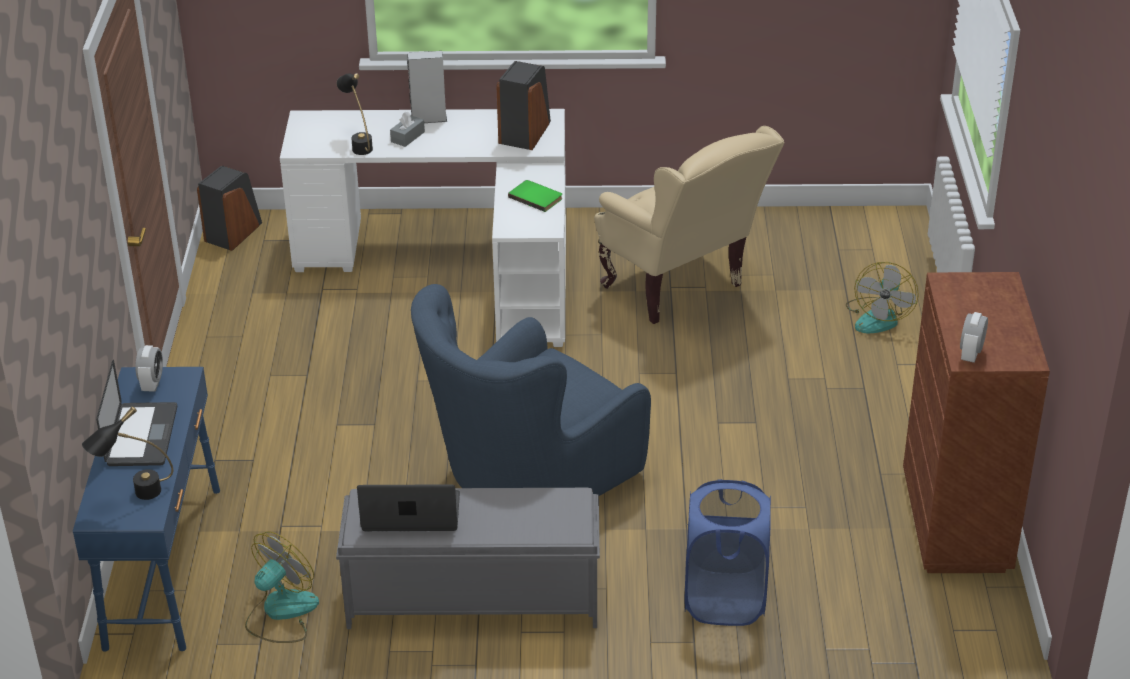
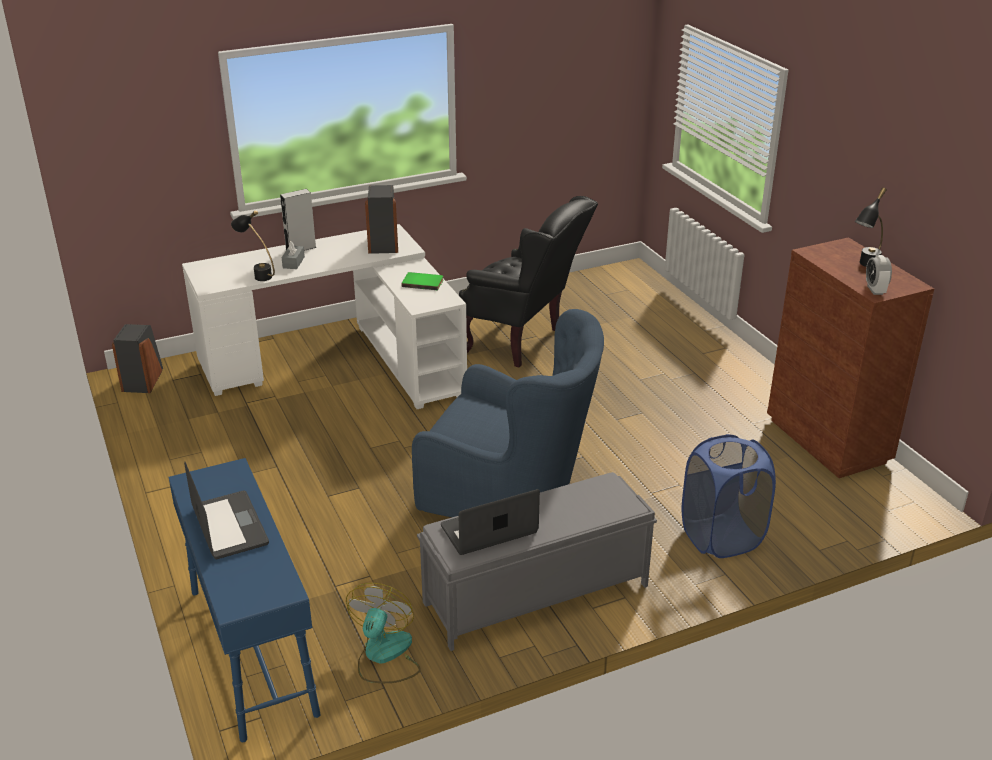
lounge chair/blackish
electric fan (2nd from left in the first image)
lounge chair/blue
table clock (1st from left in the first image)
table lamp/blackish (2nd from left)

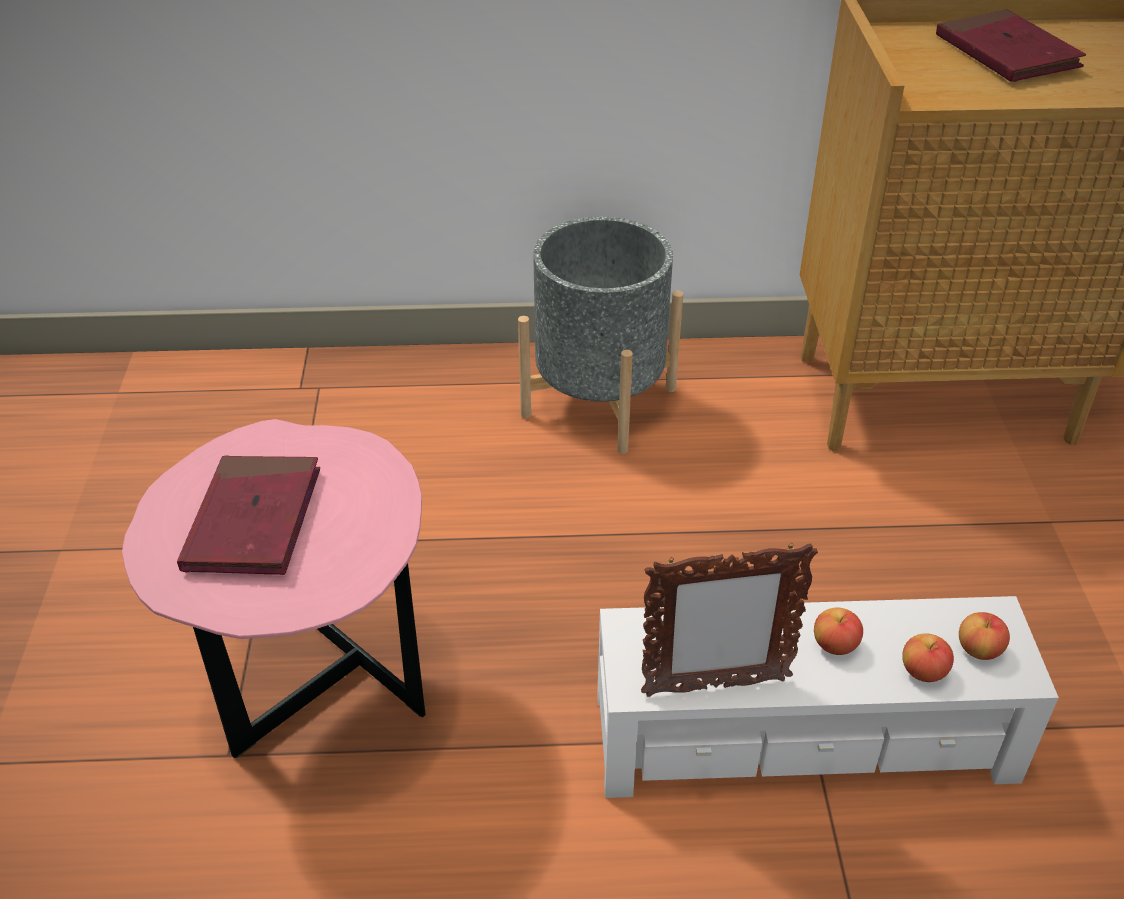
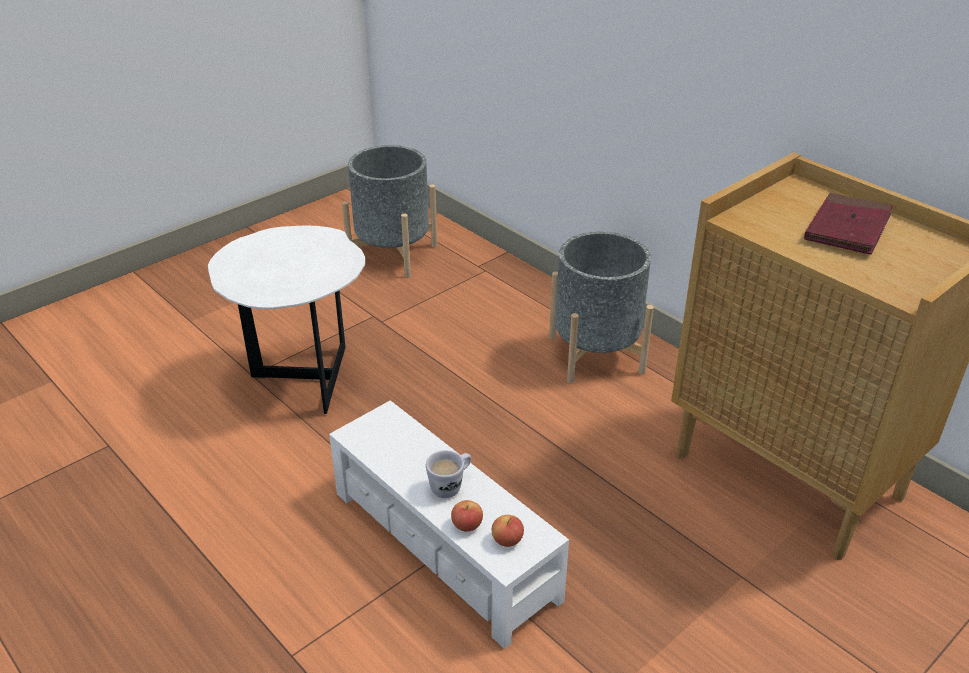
end table/whitish
volume/red (1st from left in the first image)
picture frame
coffee mug/whitish
planter/gray (1st from left)

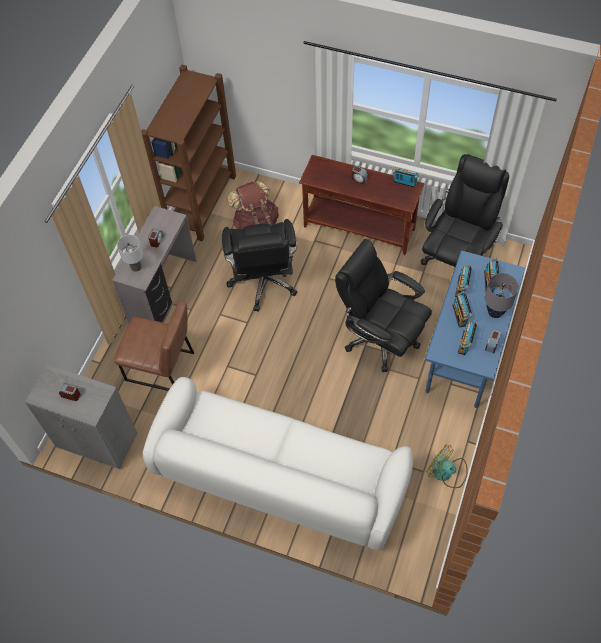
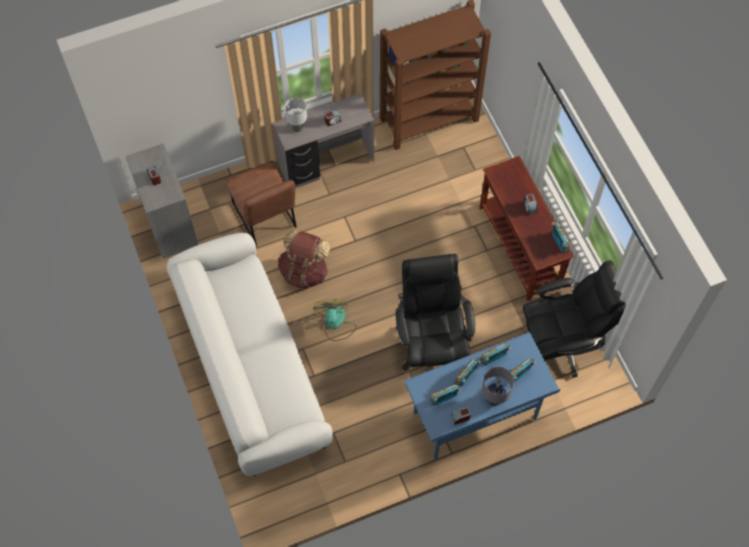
knapsack/brown-coloured
computer chair/blackish (1st from left in the first image)
electric fan

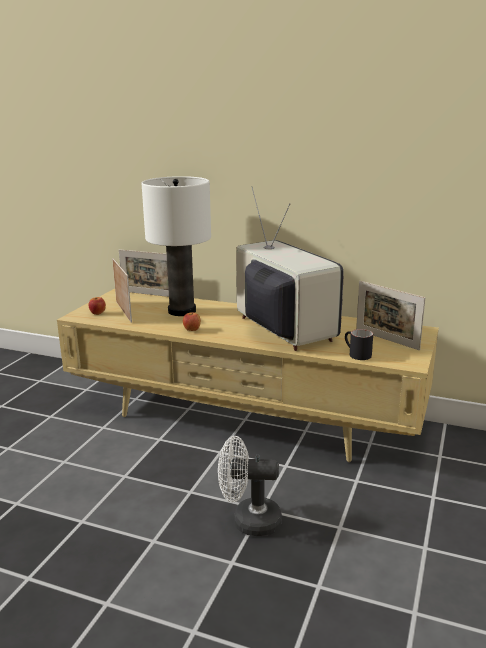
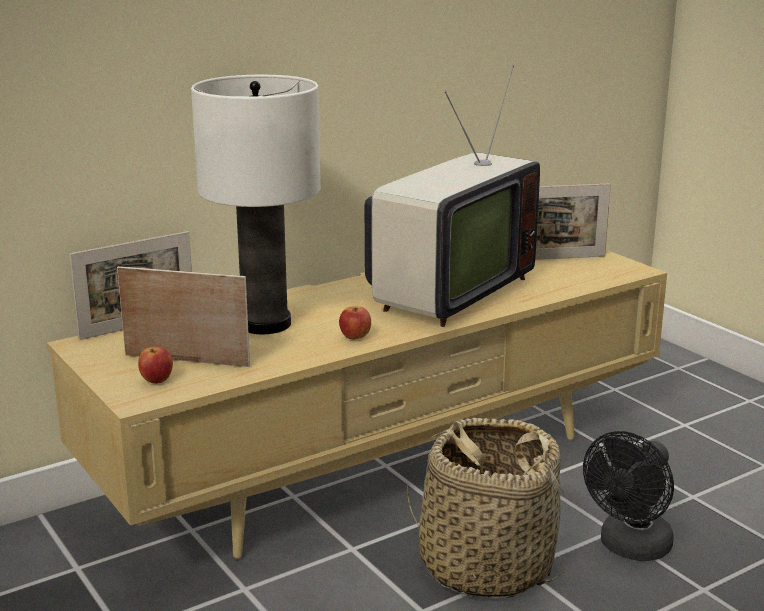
TV
coffee mug/blackish
electric fan/blackish
storage basket

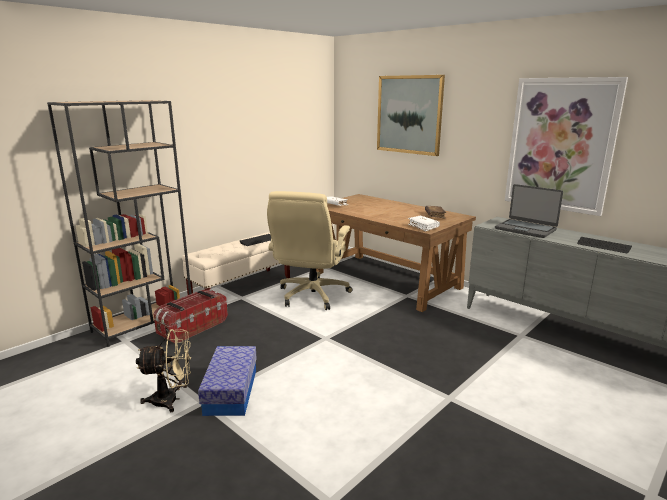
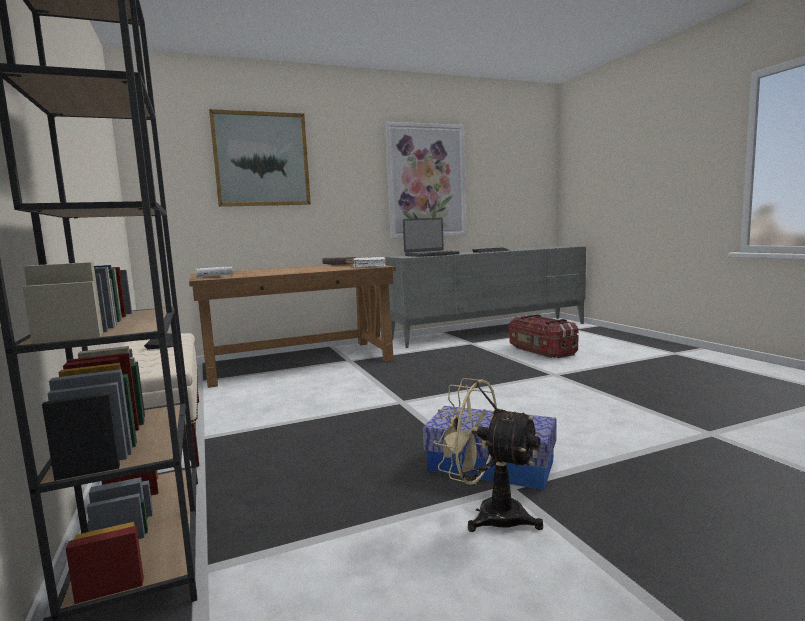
computer chair/beige
storage bin (2nd from left)
electric fan/beige

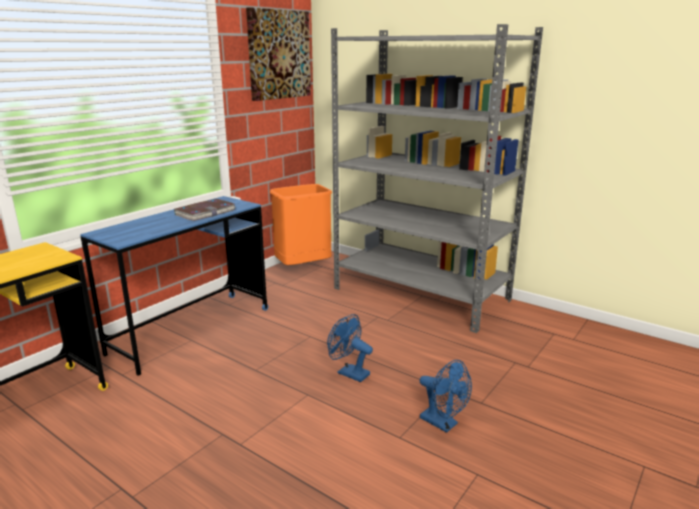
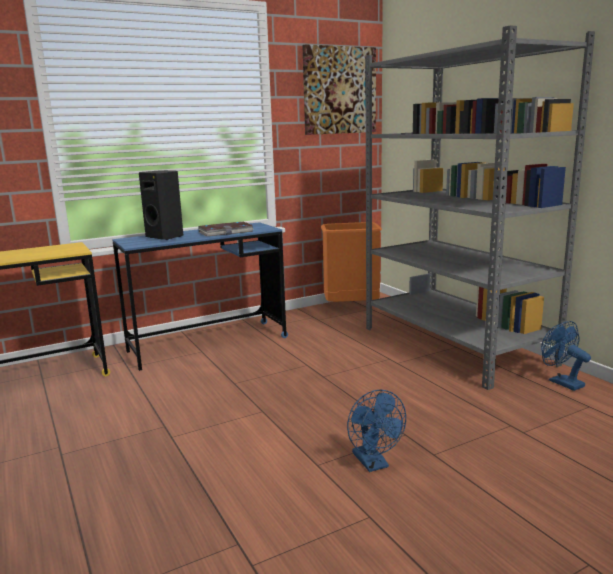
electric fan/blue (2nd from left)
loudspeaker/blackish

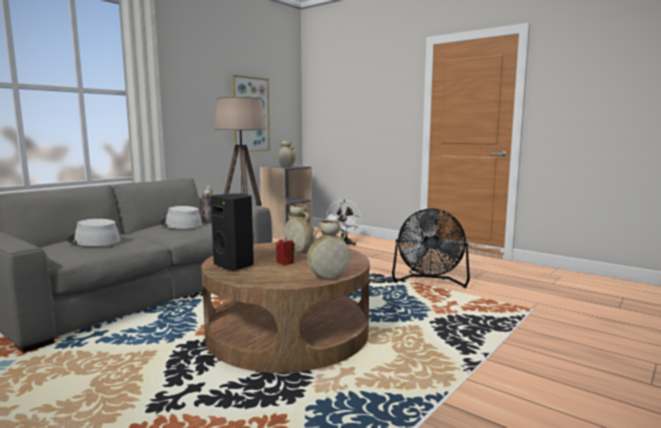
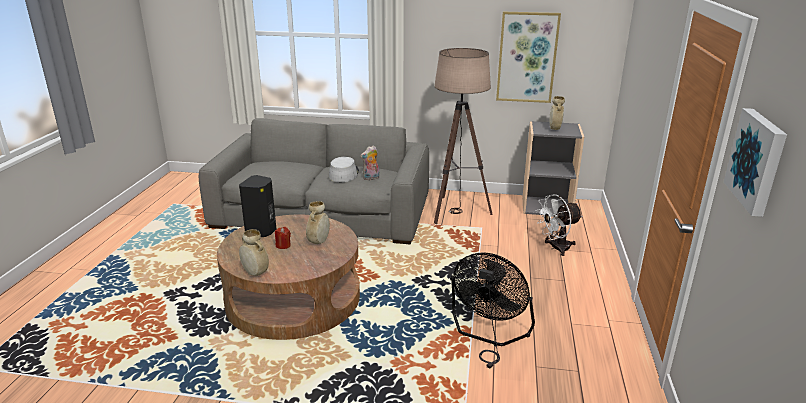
electric fan/blackish
clothing hat/gray (1st from left in the first image)
picture (2nd from left)

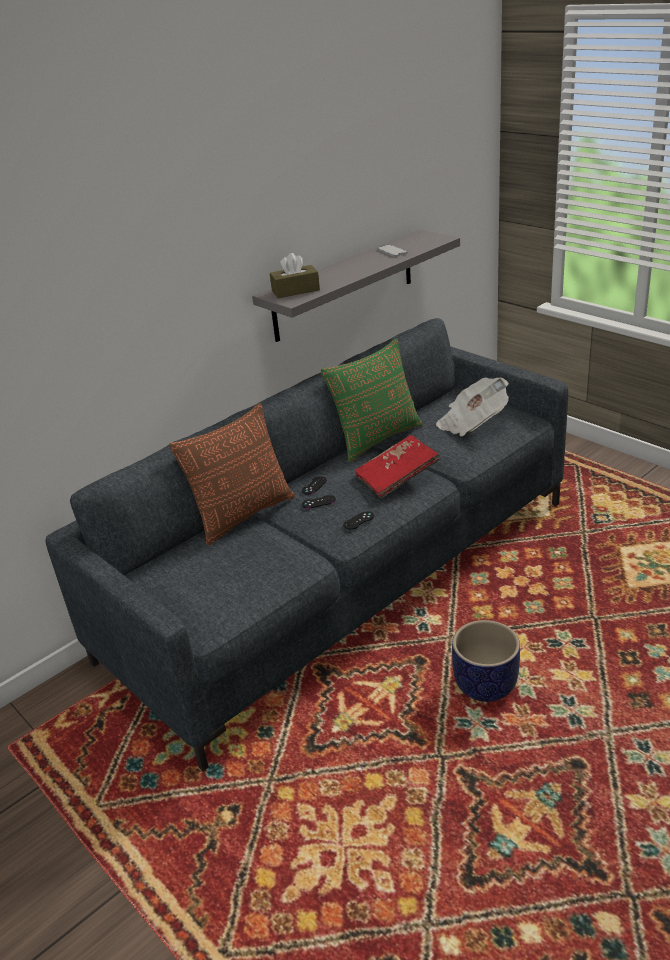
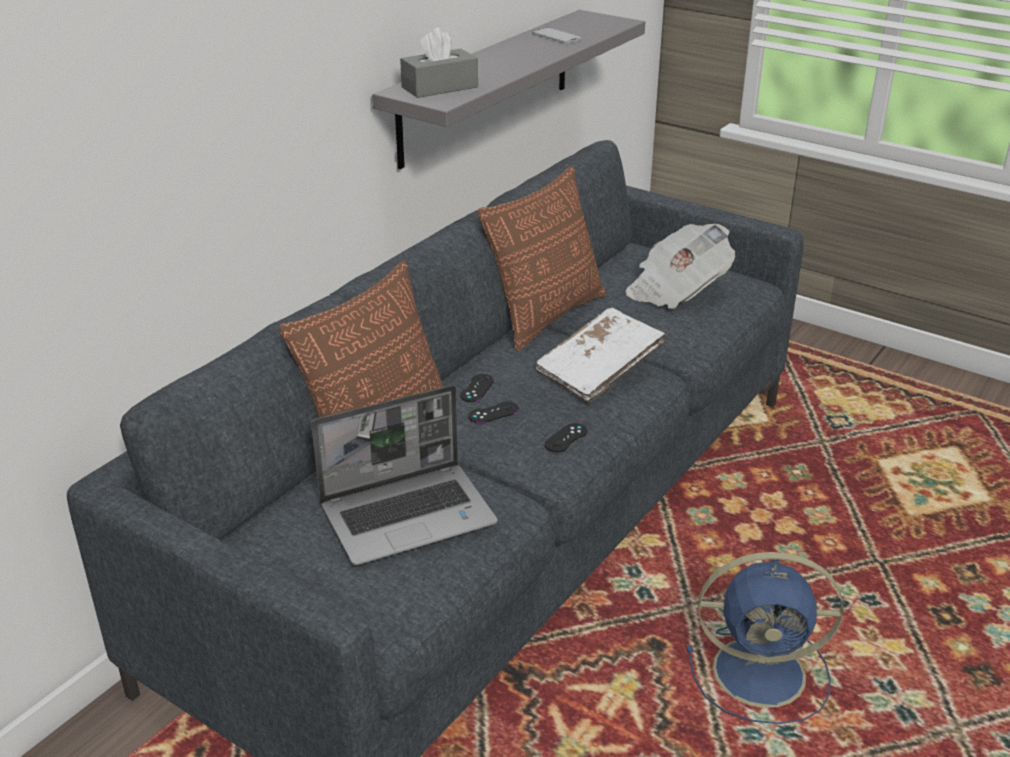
tissue box/gray
pillow/brown-coloured (2nd from left)
volume/whitish
electric fan/blue
notebook computer

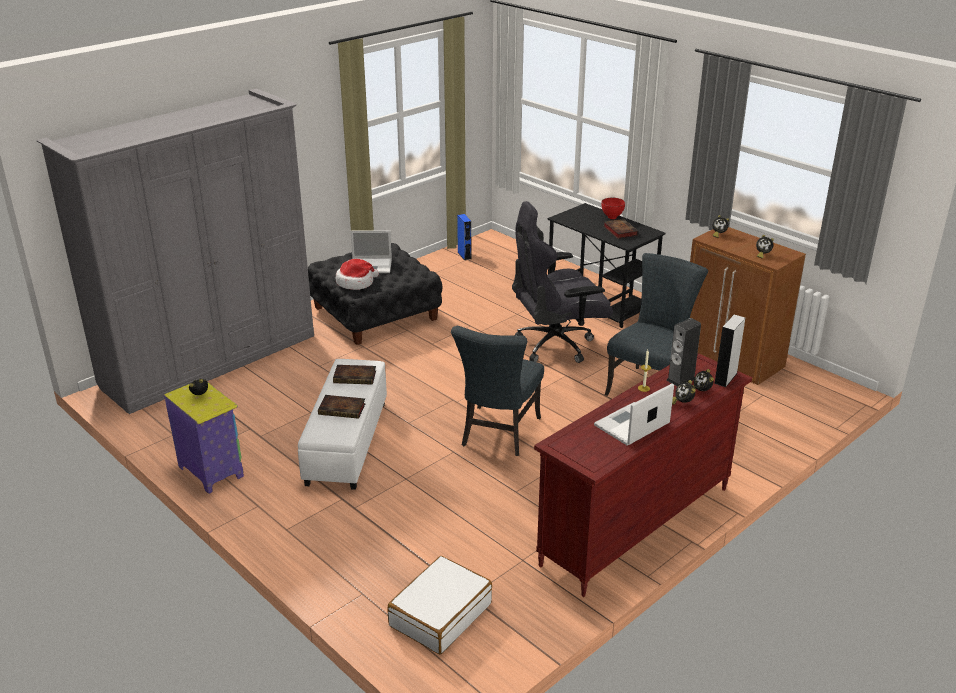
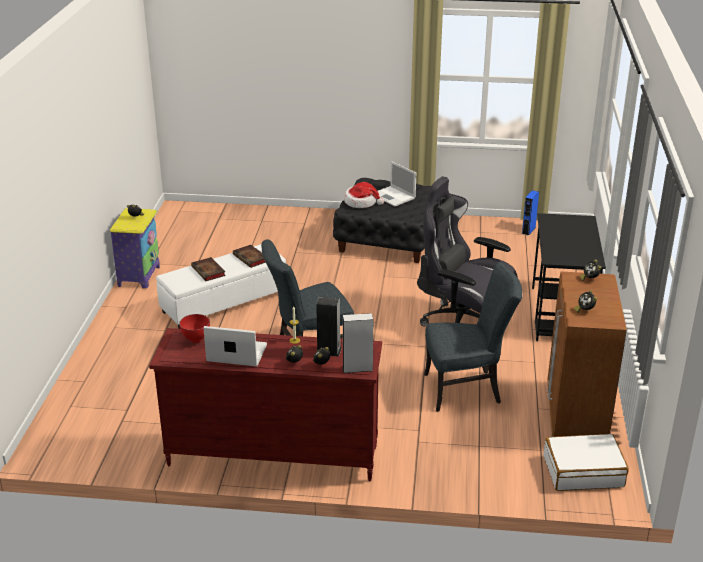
clothes cupboard/gray
bowl/red
volume (3rd from left in the first image)
travel case/whitish

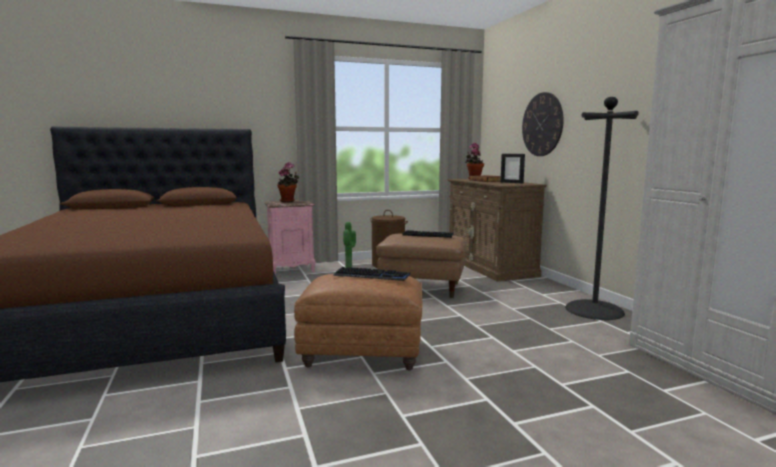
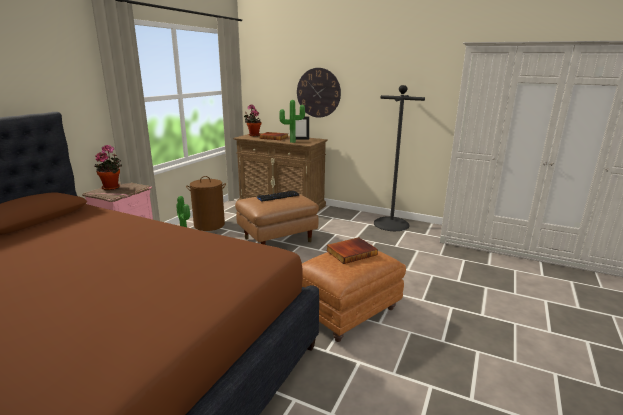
volume (2nd from left)
plant in a pot (4th from left)

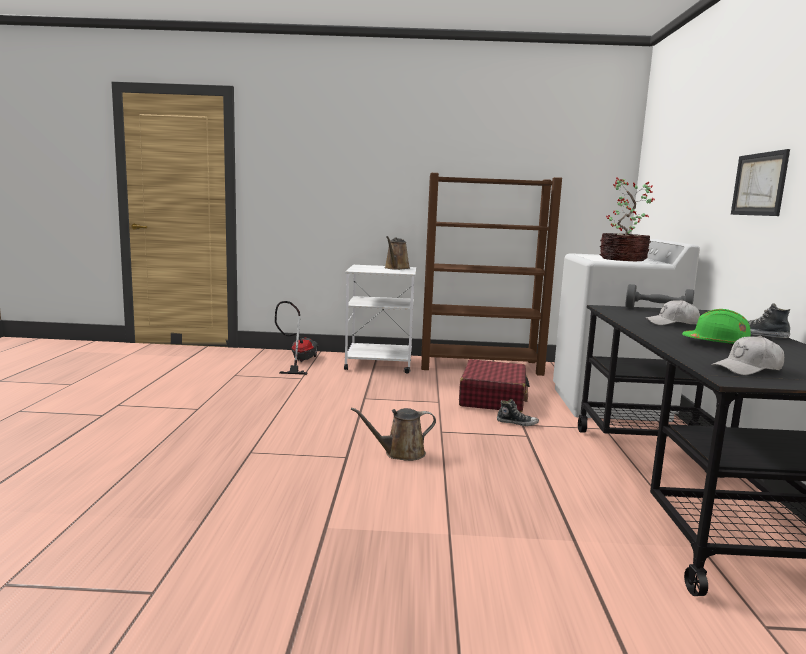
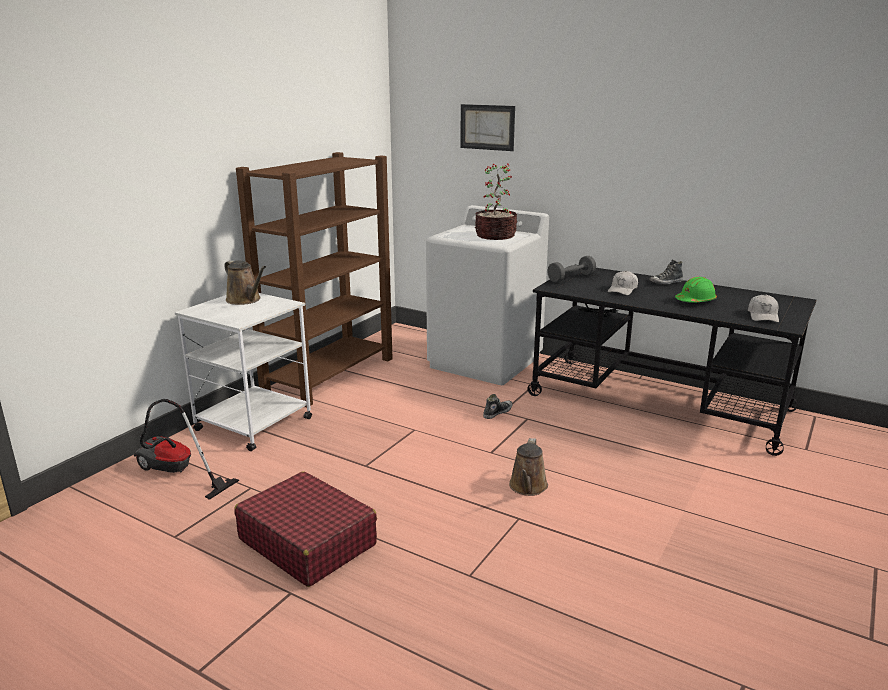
picture
travel case/red

